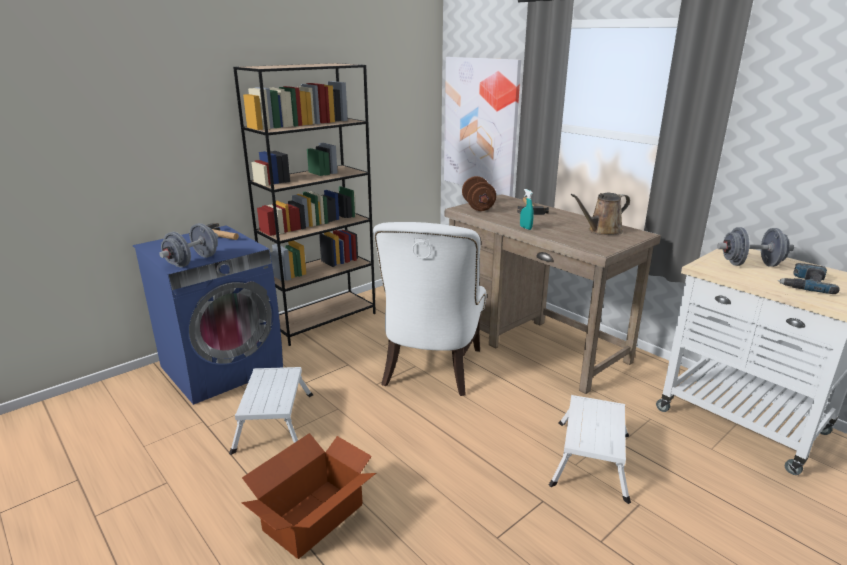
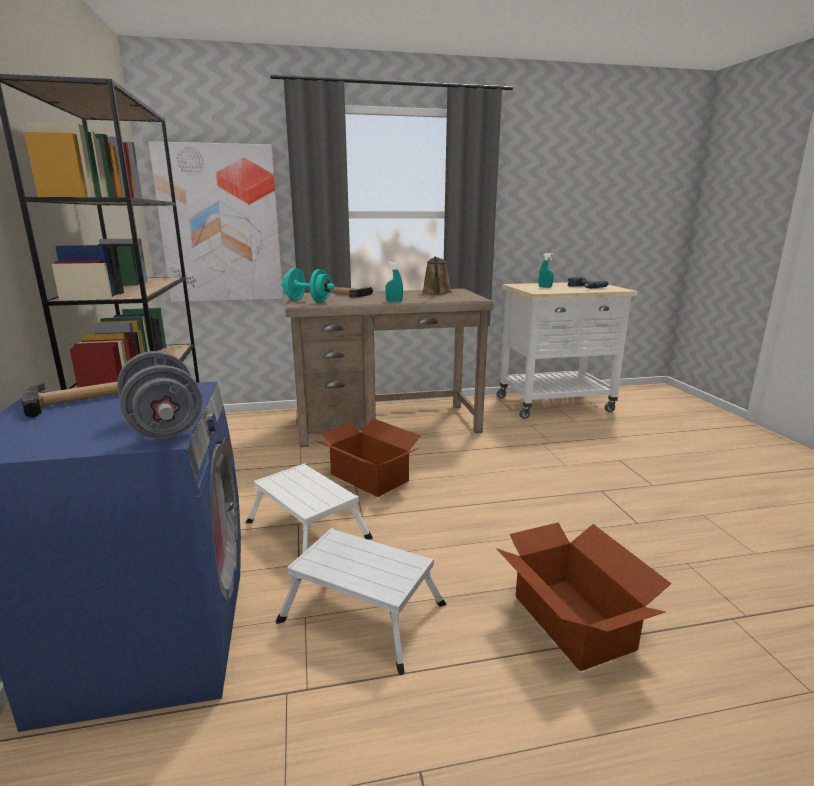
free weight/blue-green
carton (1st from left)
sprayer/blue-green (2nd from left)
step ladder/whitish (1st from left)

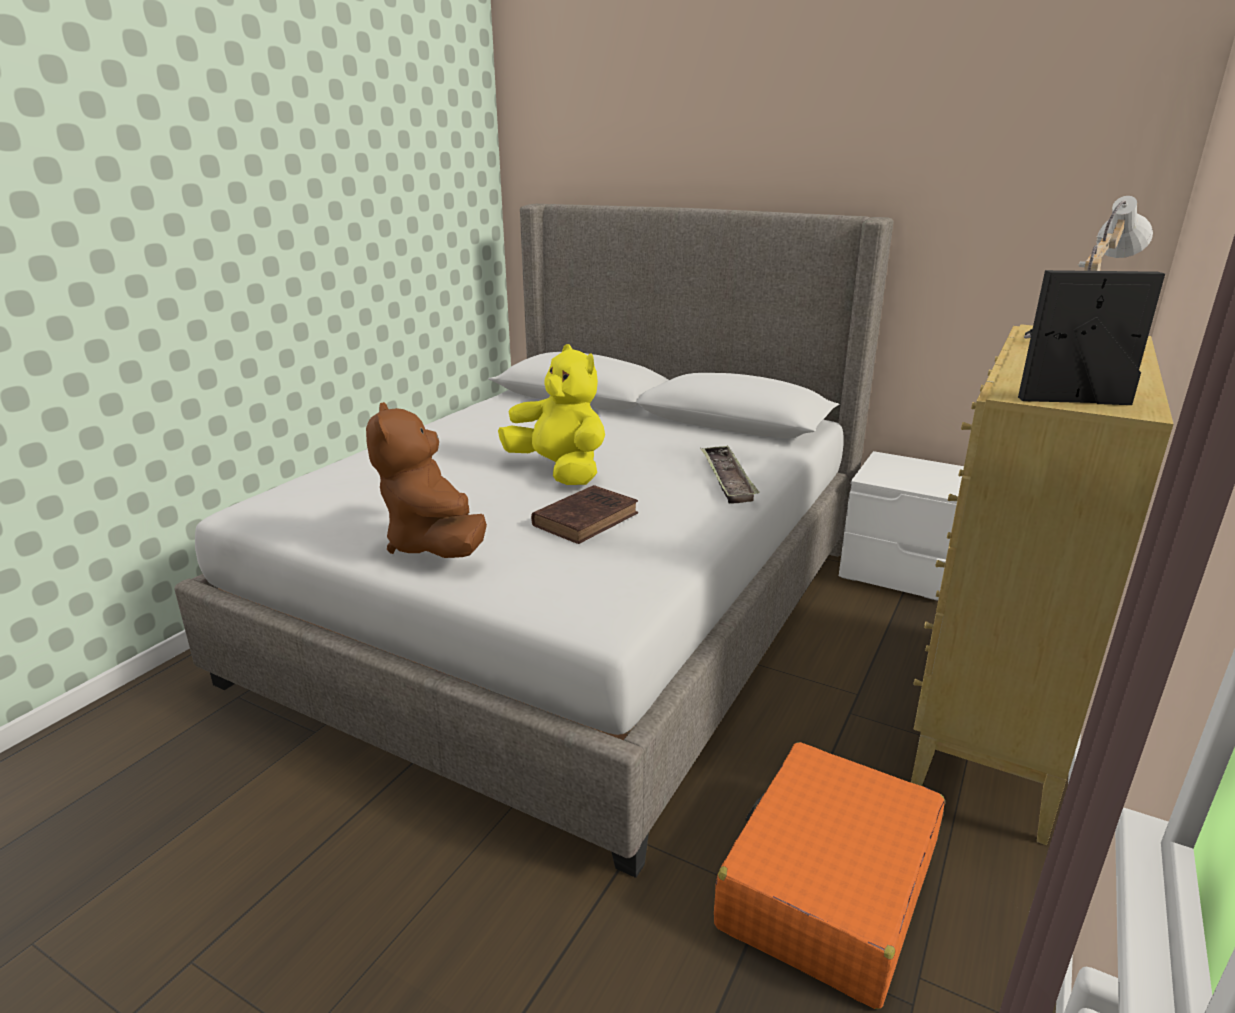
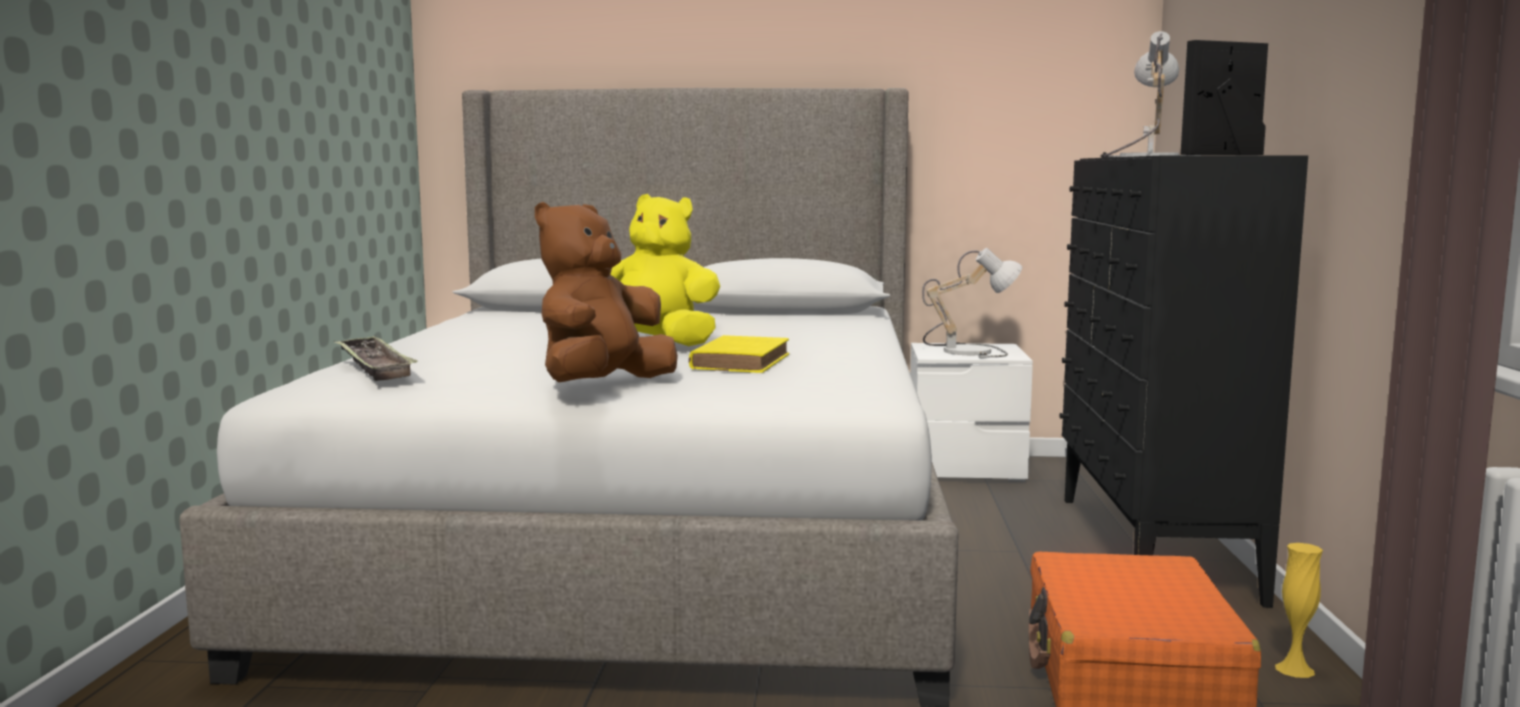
chest of drawers/blackish
plush toy/brown-coloured
serving tray
volume/yellow-coloured
table lamp (1st from left)
vase/yellow-coloured

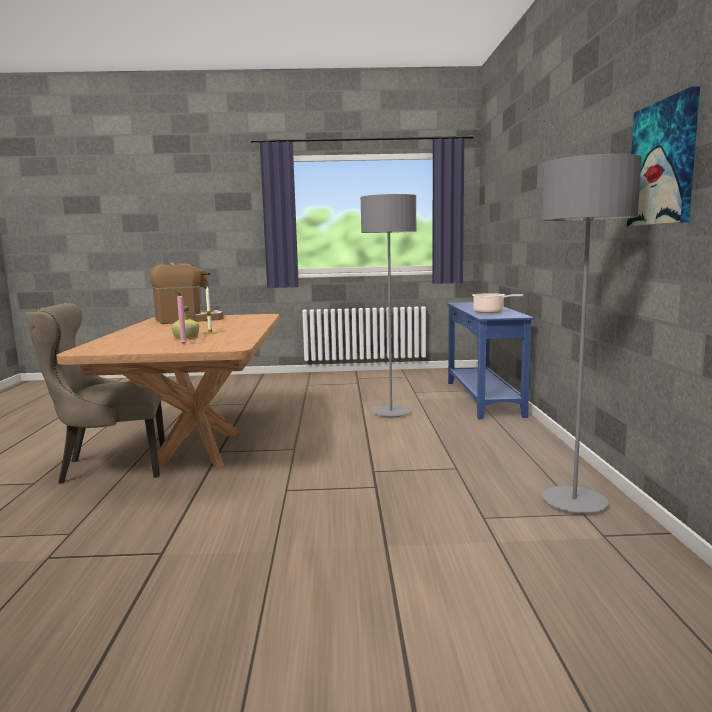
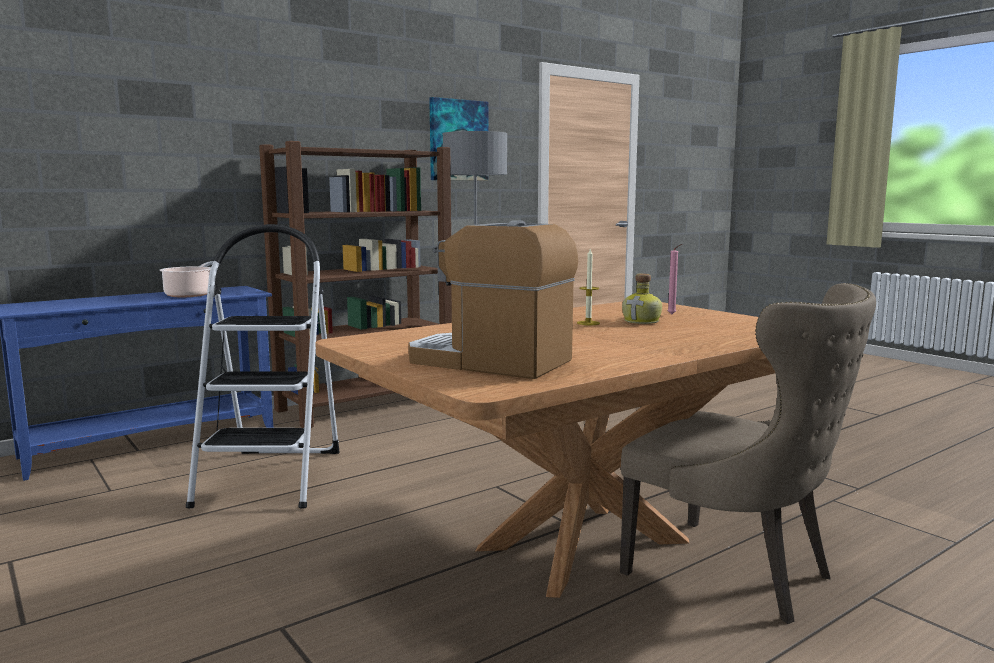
step ladder
shelving unit/brown-coloured

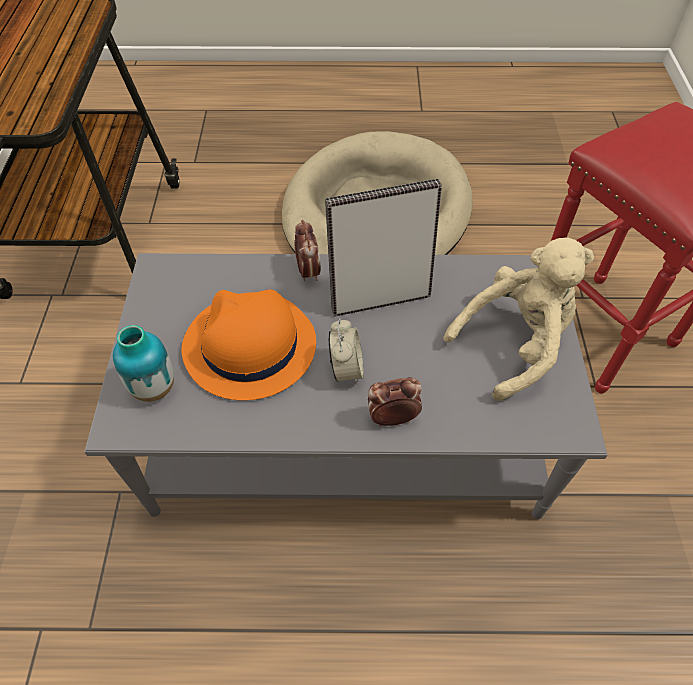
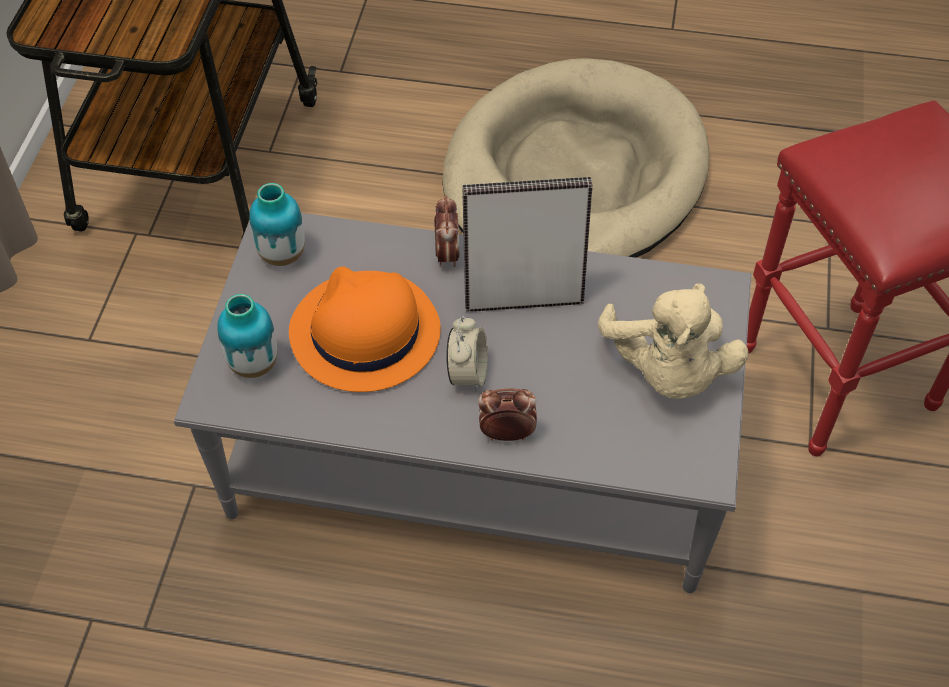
plush toy/beige
vase (2nd from left)

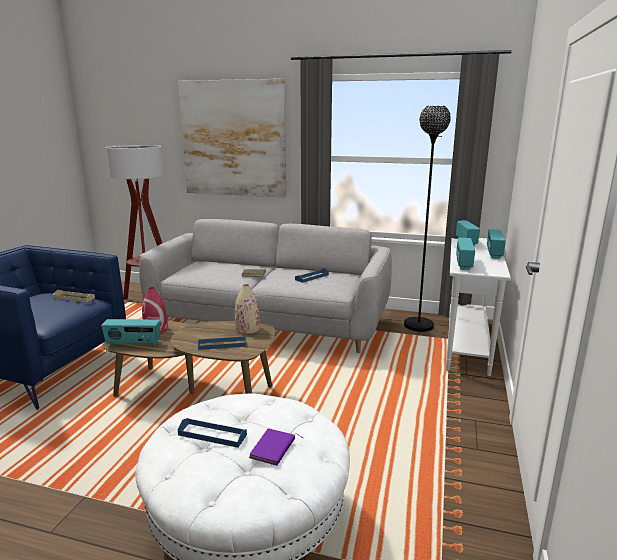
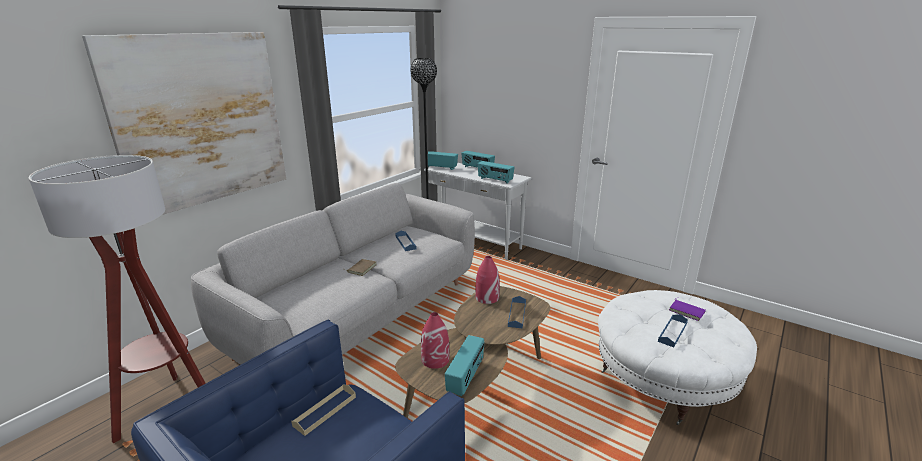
vase/red (2nd from left)

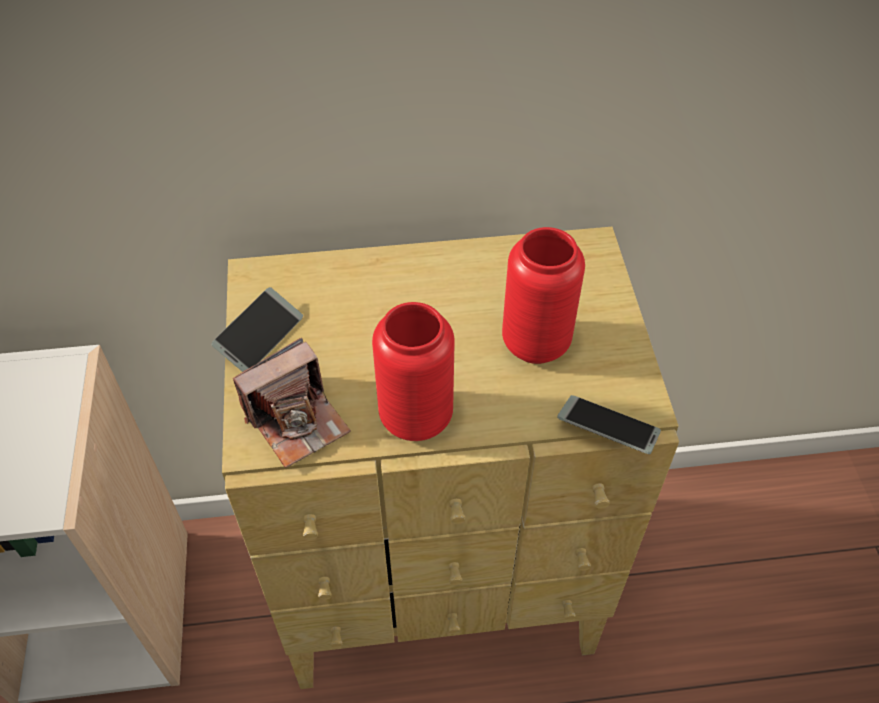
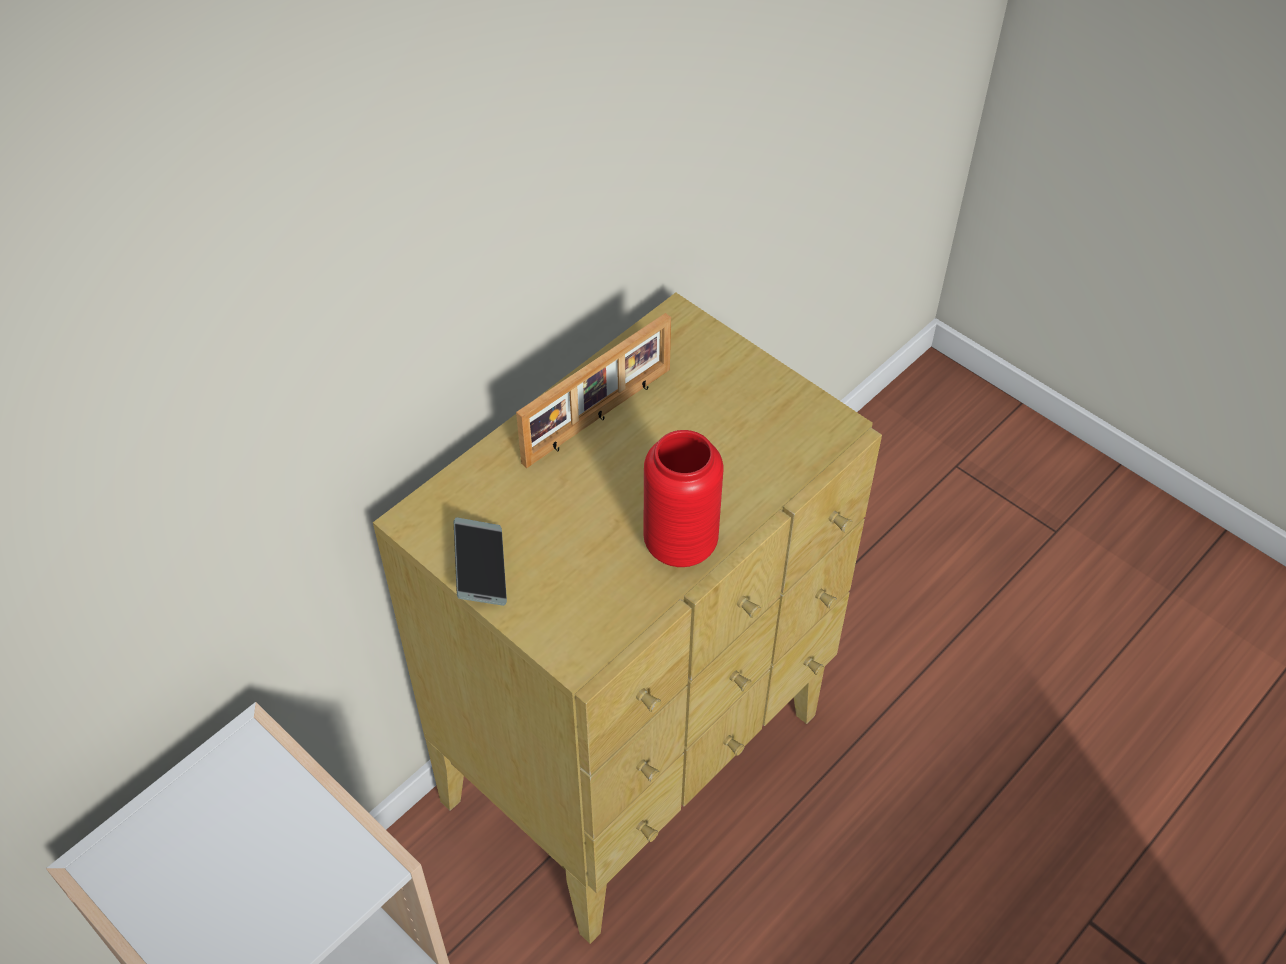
vase/red (2nd from left in the first image)
still camera
telephone (2nd from left in the first image)
picture frame

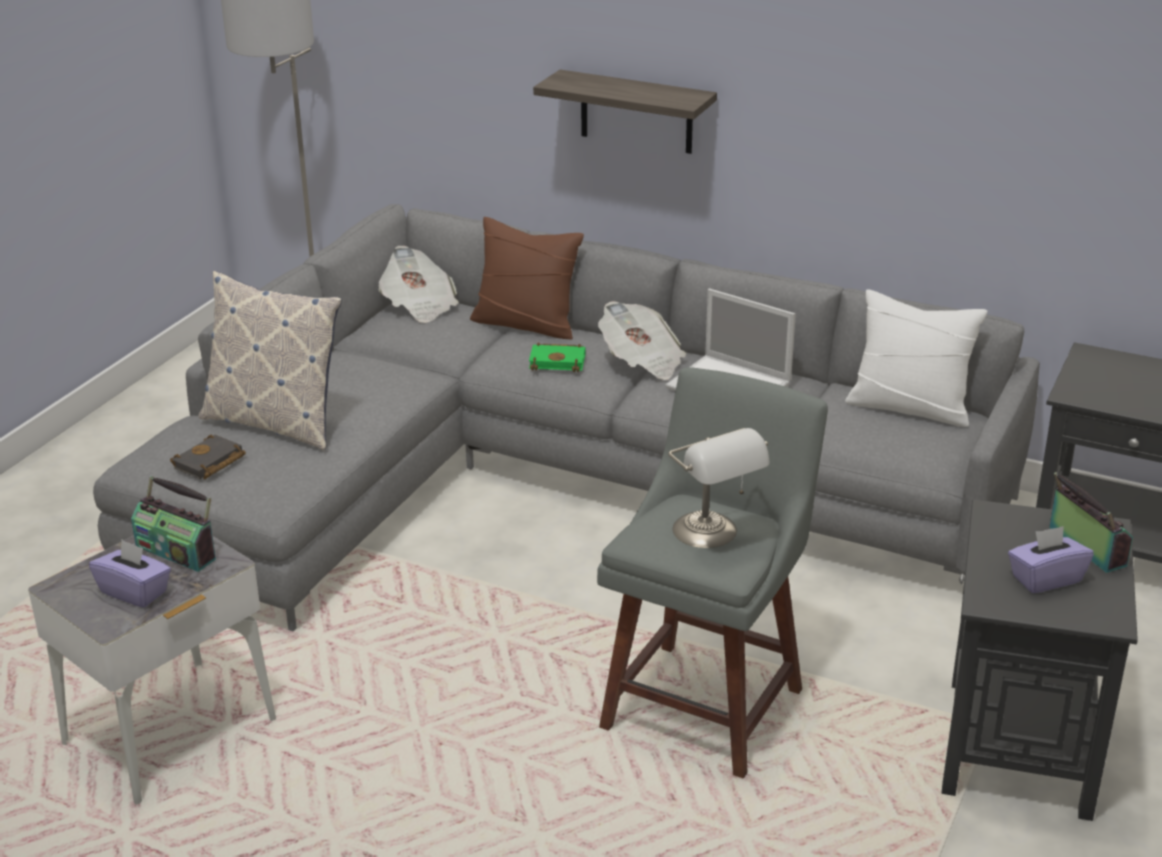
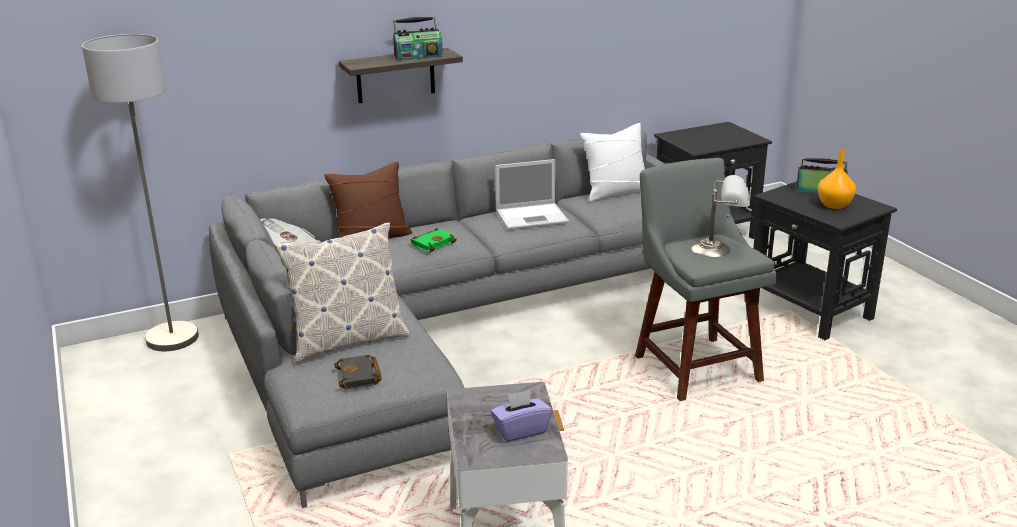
newspaper (2nd from left in the first image)
radio receiver (1st from left)
vase/orange-coloured

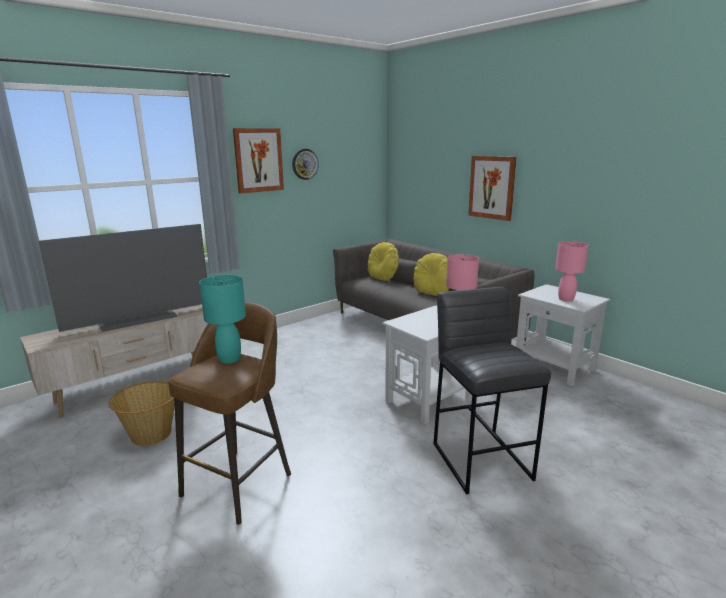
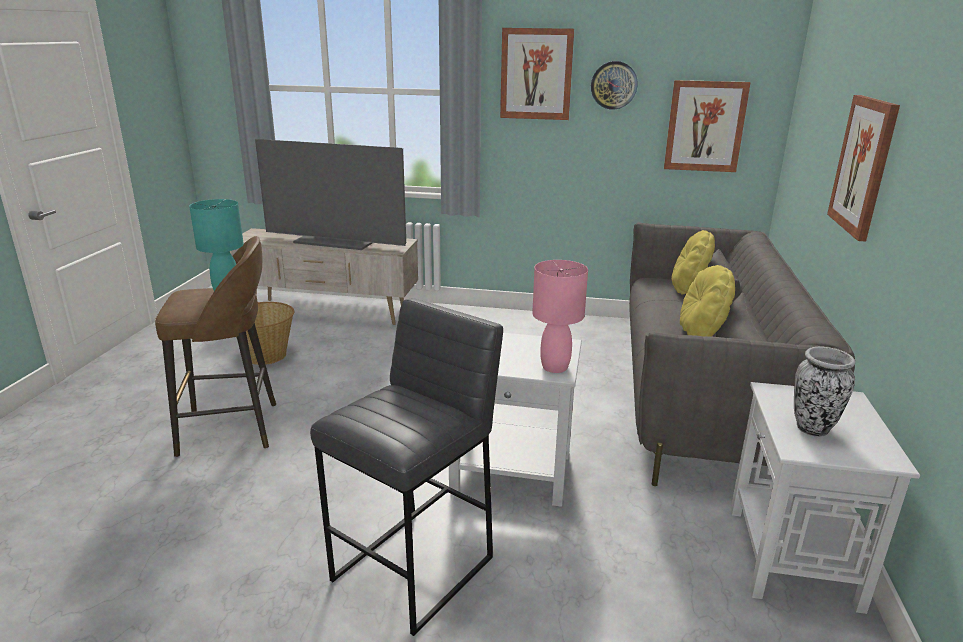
vase
picture (2nd from left)

